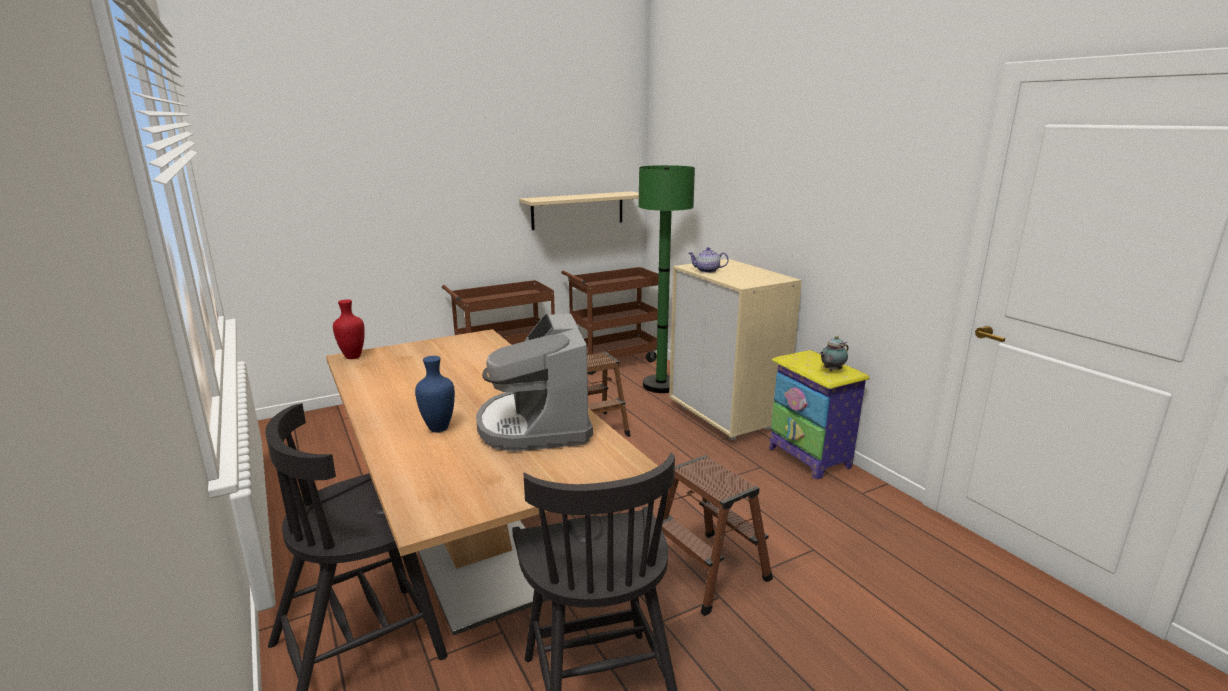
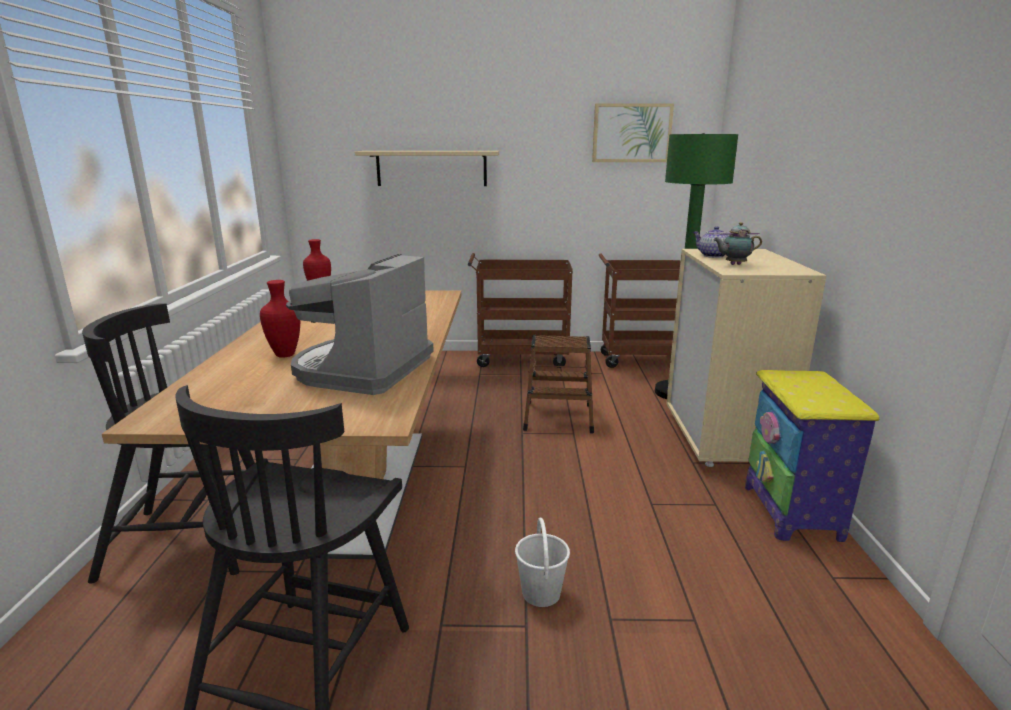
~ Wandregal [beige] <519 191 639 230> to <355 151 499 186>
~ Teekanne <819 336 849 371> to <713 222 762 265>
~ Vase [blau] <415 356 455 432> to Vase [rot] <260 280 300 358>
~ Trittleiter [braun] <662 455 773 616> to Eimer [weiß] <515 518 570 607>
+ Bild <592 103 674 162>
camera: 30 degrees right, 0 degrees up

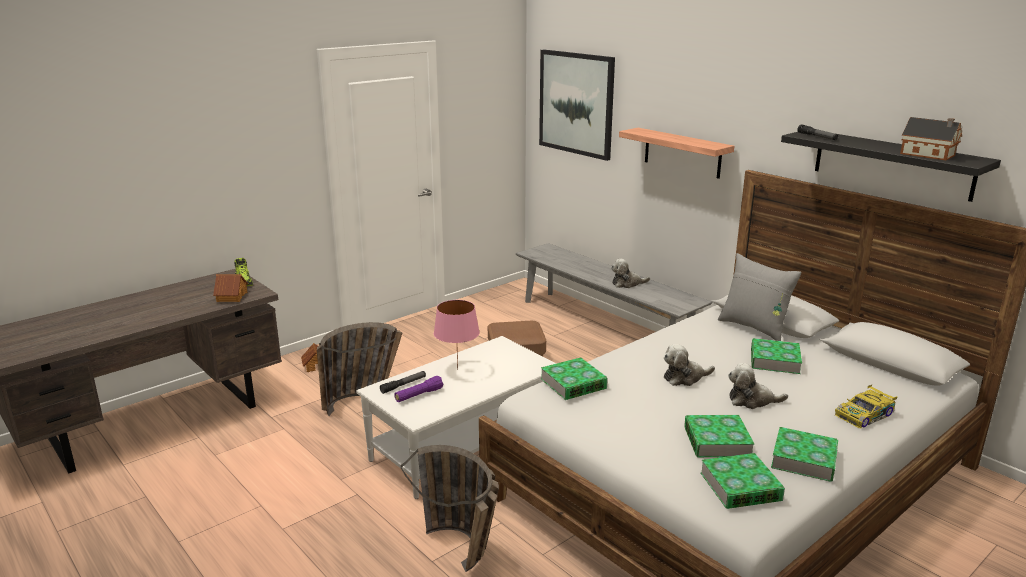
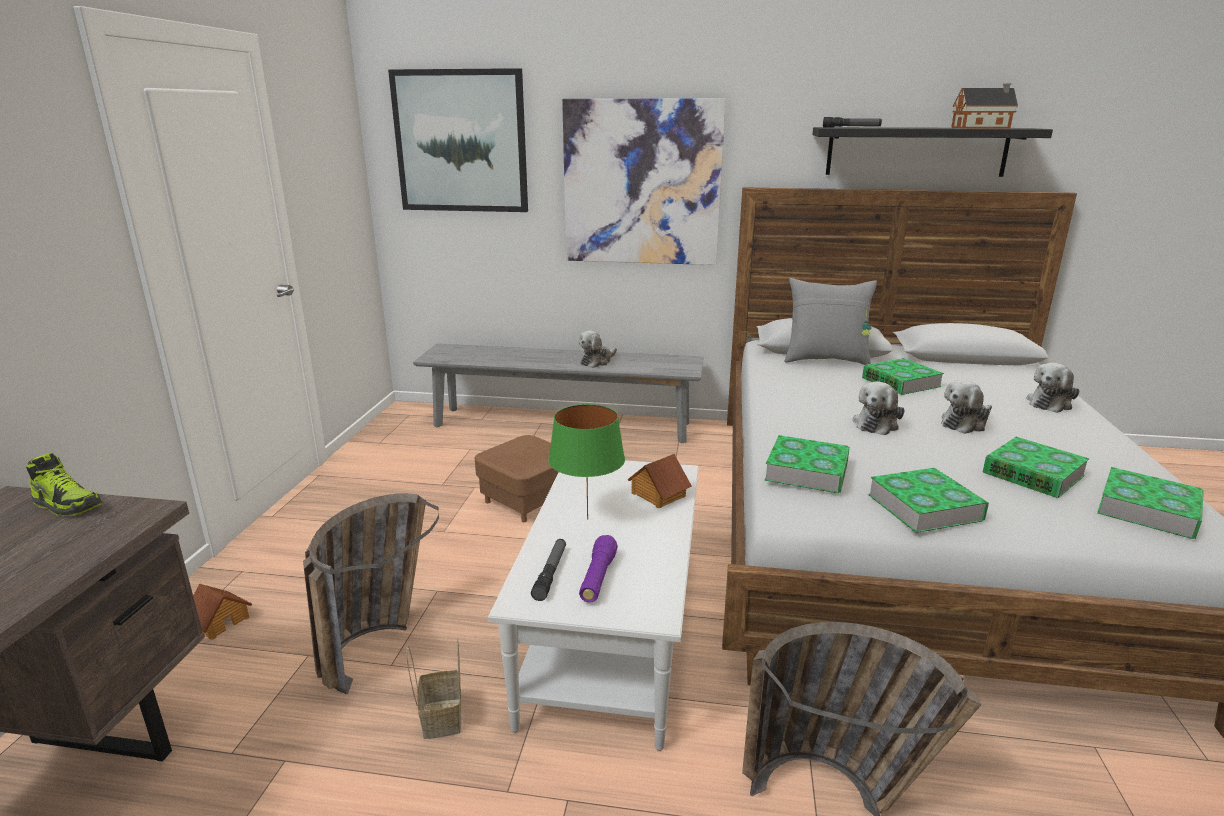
~ Wandregal <619 128 734 179> to Bild <562 98 726 265>
~ Spielzeughaus <213 274 248 302> to <628 454 692 508>
~ Tischlampe [rosa] <434 300 480 370> to Tischlampe [grün] <548 404 625 520>
~ Spielzeugauto <835 385 898 429> to Plüschtier <1026 363 1079 413>
~ Buch <771 427 838 482> to <868 468 989 533>
+ Korb <406 638 461 739>
camera: 40 degrees left, 0 degrees up

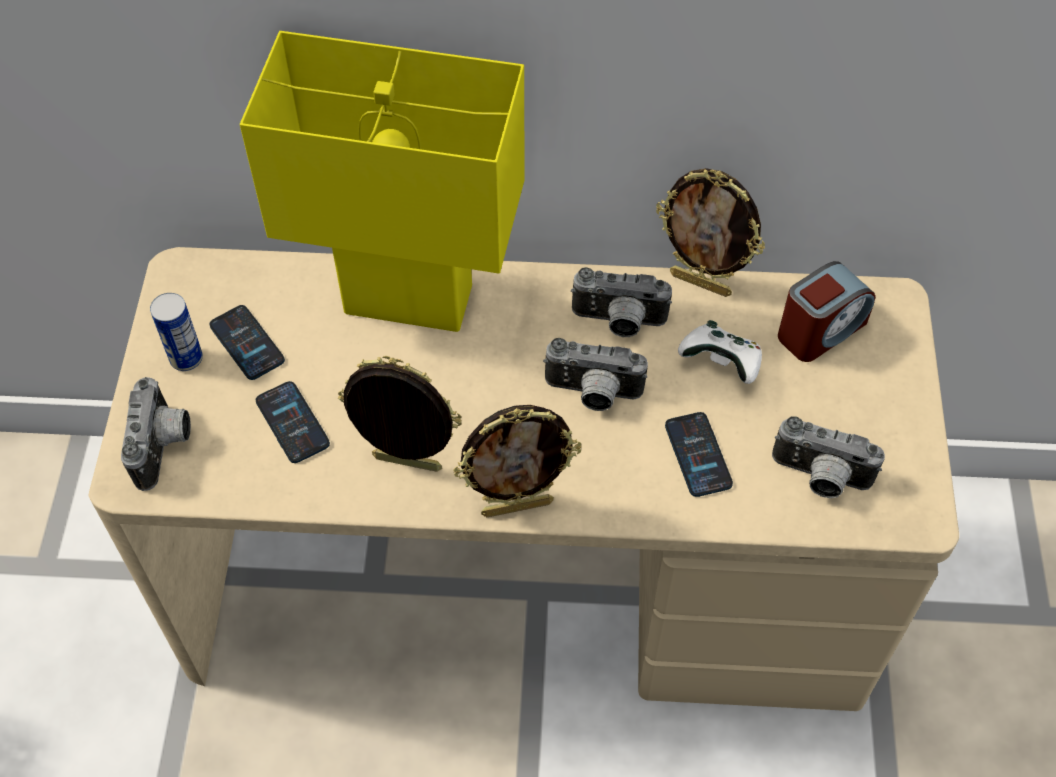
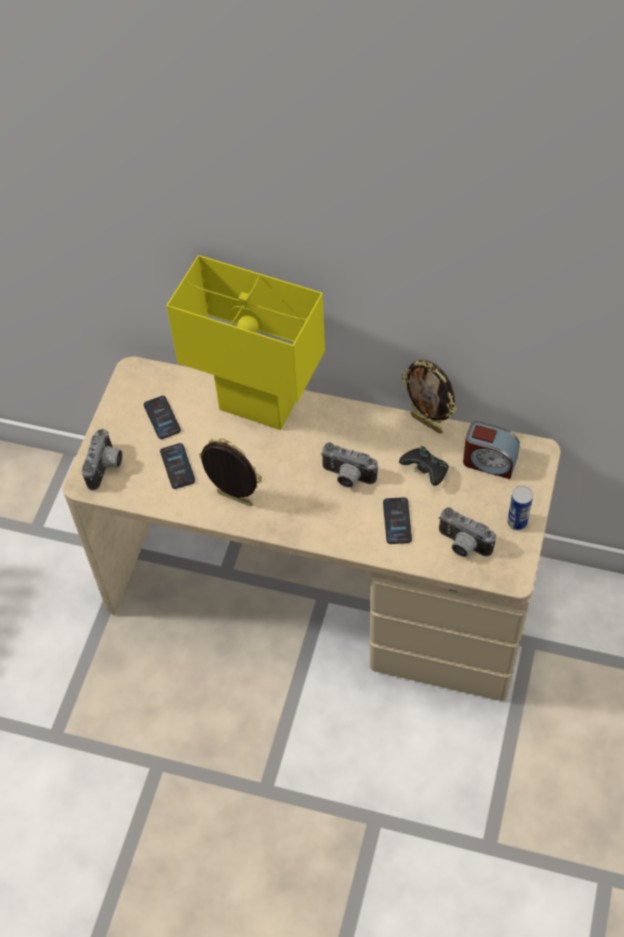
~ Wecker <778 261 875 362> = <463 421 520 479> 45 degrees clockwise
- Kamera <571 267 672 337>
~ Dose <150 293 203 371> to <507 486 533 530>
~ Gamepad [weiß] <678 320 762 384> to Gamepad [schwarz] <399 446 449 486>
- Bilderrahmen <453 405 581 517>
camera: 15 degrees right, 0 degrees up

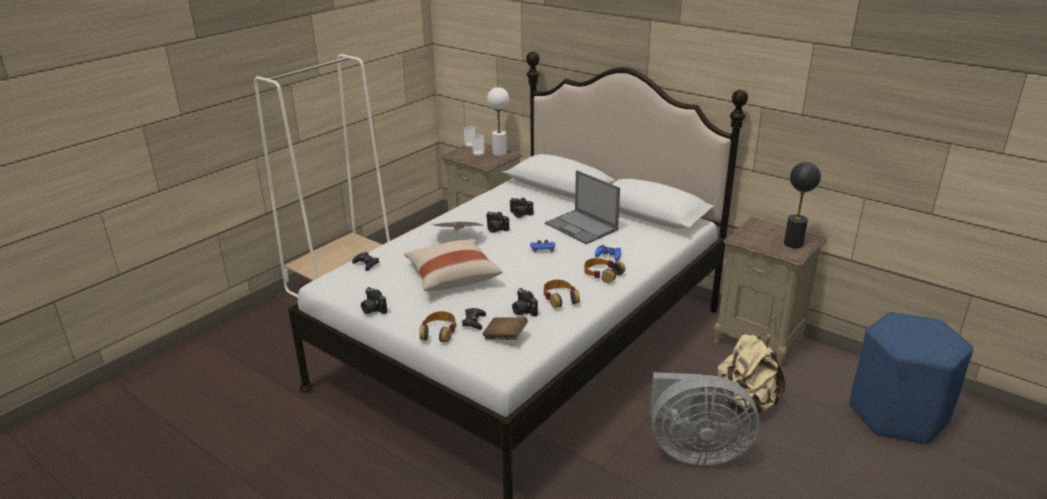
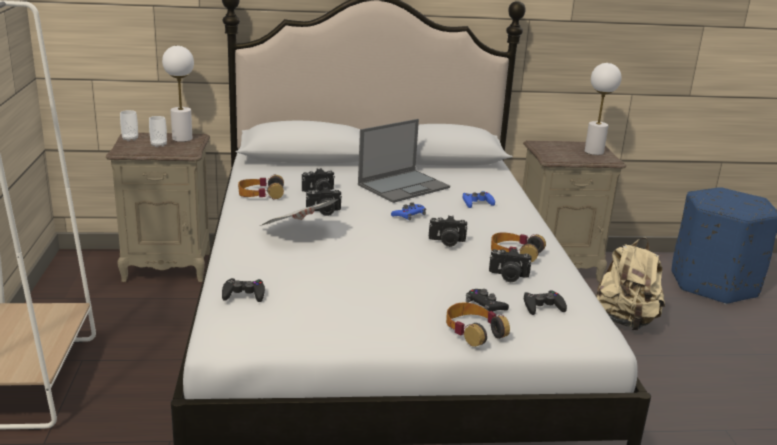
~ Tischlampe [schwarz] <784 162 821 248> to Tischlampe [weiß] <585 63 621 155>
~ Laptop <545 170 620 244> = <358 119 450 203> 45 degrees counterclockwise
- Kissen [beige] <404 239 502 291>
~ Kopfhörer <584 258 625 283> to <238 175 284 200>
~ Kamera <361 287 387 314> to <429 215 468 247>
~ Buch [braun] <482 317 528 340> to Gamepad [schwarz] <524 290 567 315>
- Ventilator [grau] <650 372 759 466>
camera: 45 degrees left, 5 degrees down

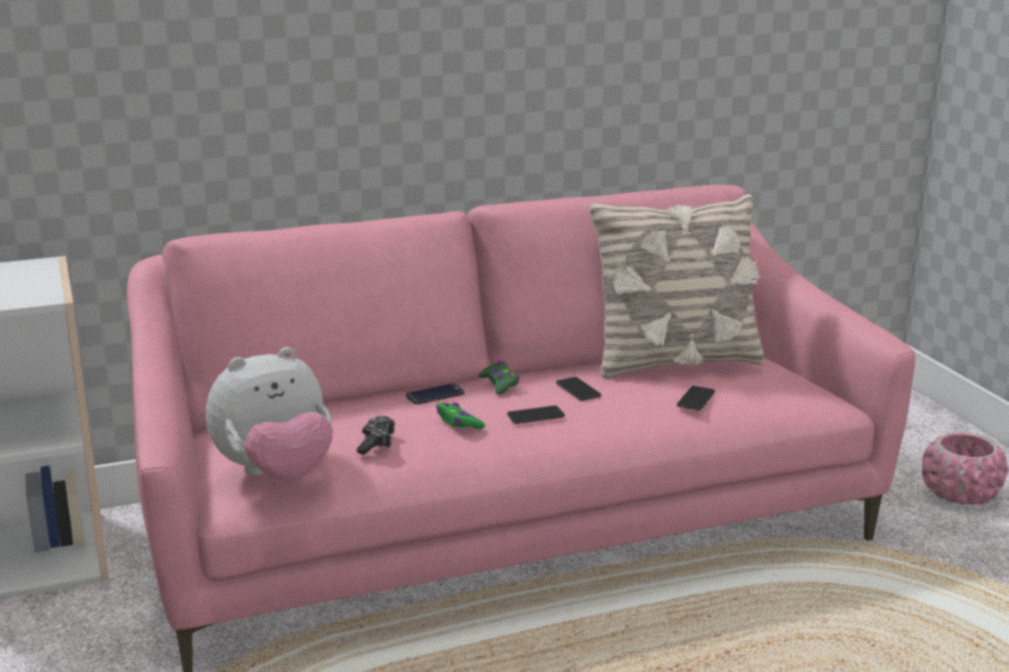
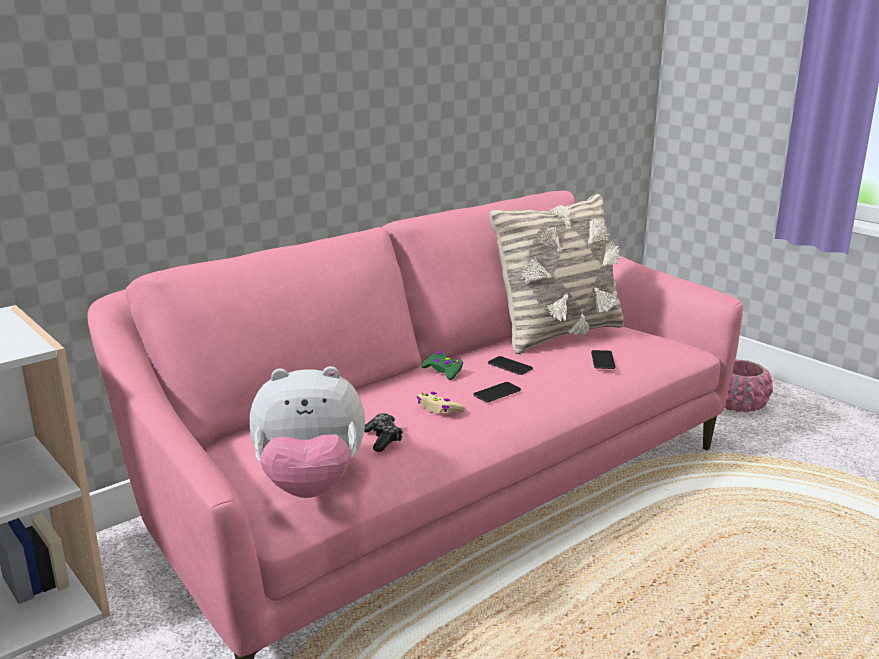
~ Plüschtier <206 347 333 482> = <250 366 365 498> 45 degrees clockwise
- Handy <406 383 464 404>
~ Gamepad [grün] <436 402 485 430> to Gamepad [beige] <416 392 466 413>
camera: 20 degrees left, 0 degrees up

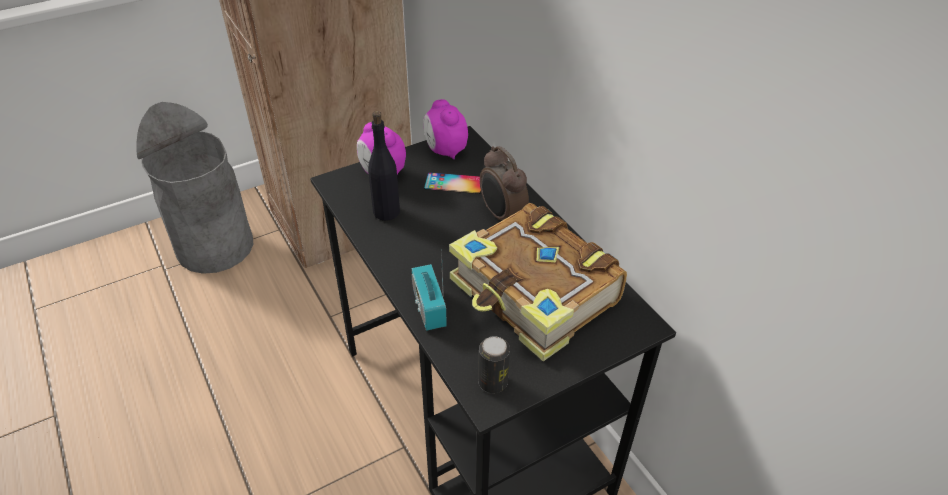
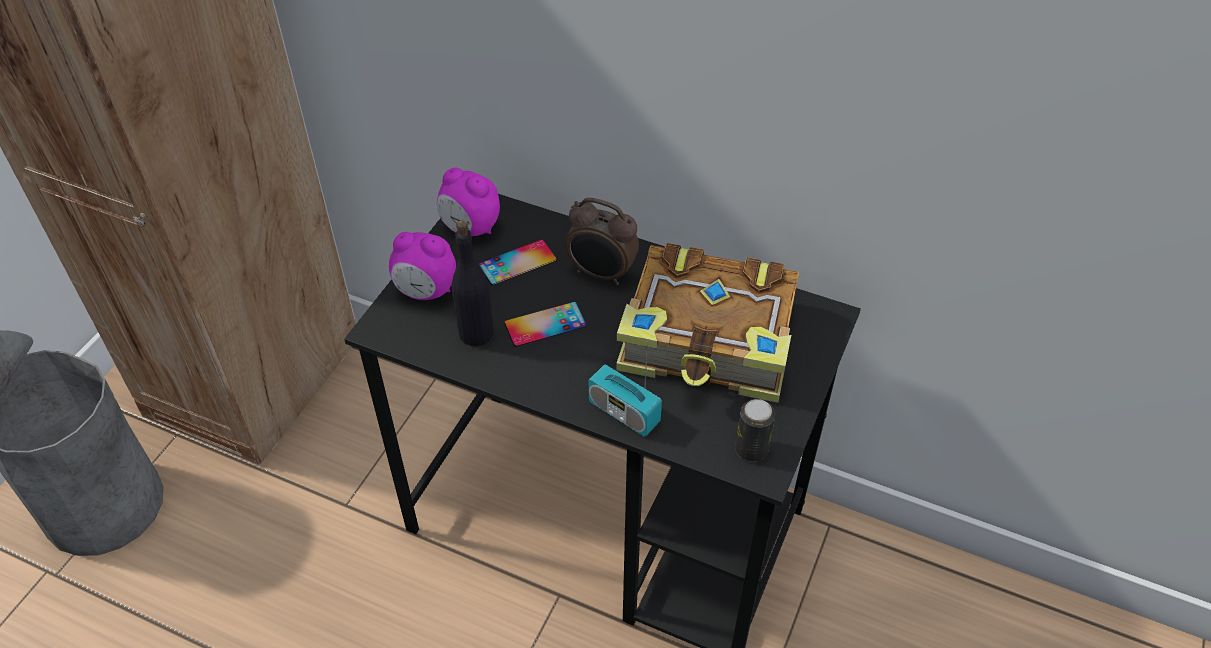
+ Handy <504 301 586 347>
camera: 35 degrees left, 5 degrees up

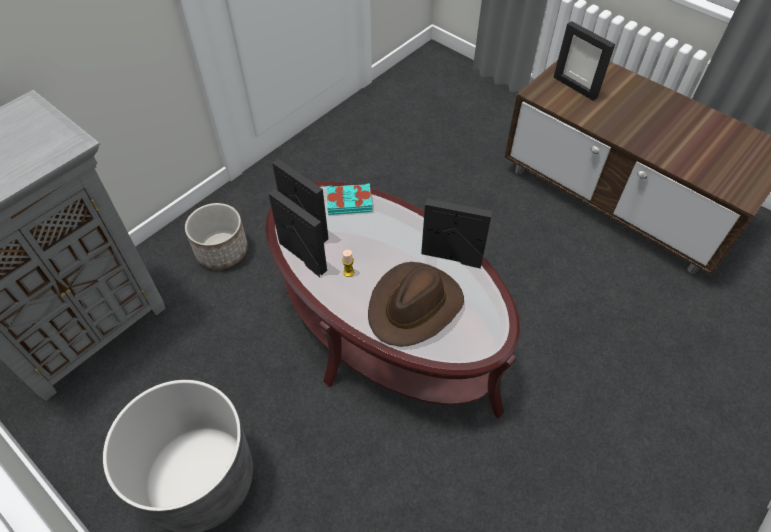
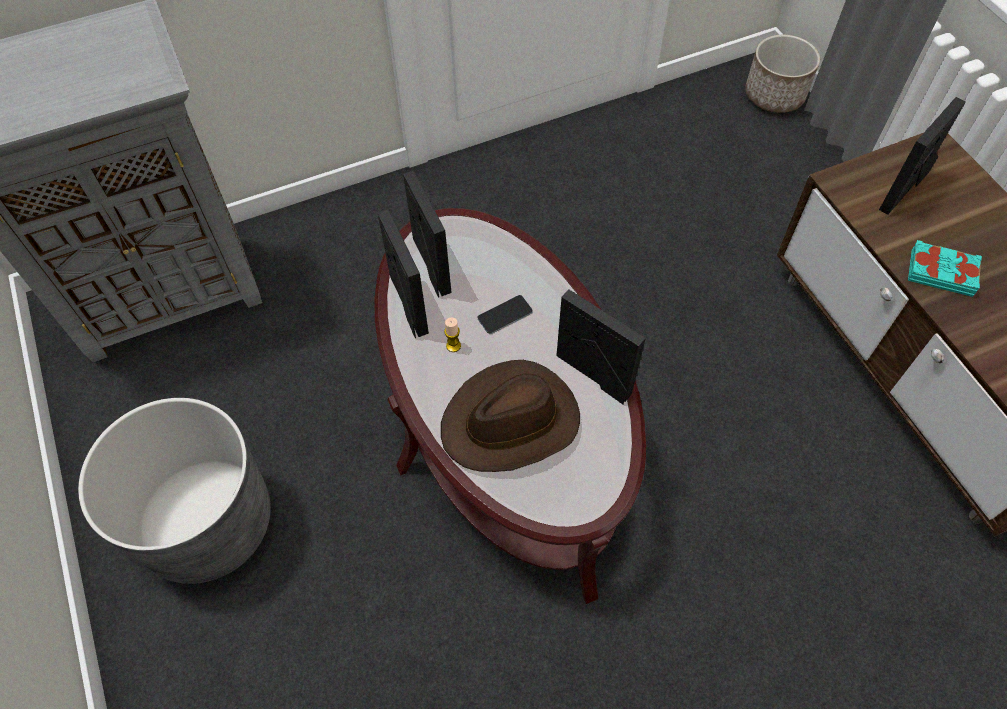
~ Bilderrahmen <553 21 615 101> = <879 97 966 215> 60 degrees clockwise
~ Buch [türkis] <326 183 372 215> to <908 240 982 297>
~ Pflanzkübel <185 203 248 270> to <745 35 820 113>
+ Handy <478 295 533 334>
camera: 25 degrees right, 5 degrees up

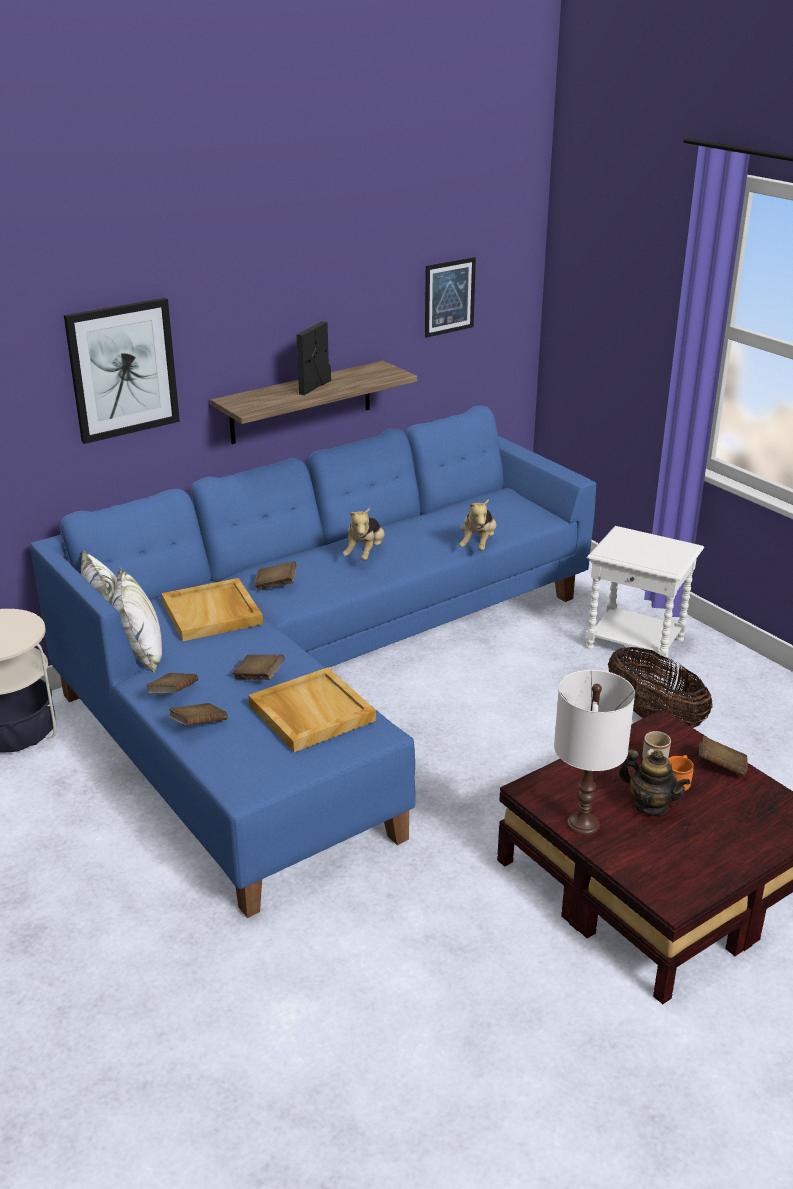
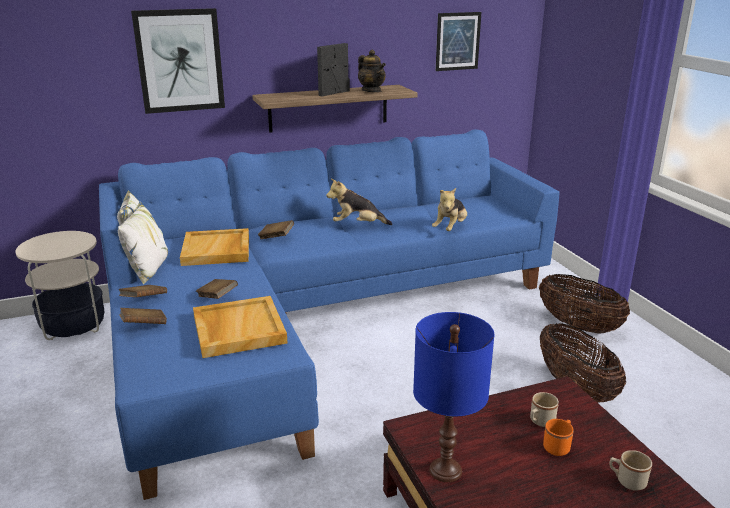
~ Plüschtier <343 508 385 560> = <326 179 392 225> 60 degrees clockwise
~ Beistelltisch [weiß] <586 526 704 669> to Korb <539 274 630 333>
~ Tischlampe [weiß] <554 670 635 835> to Tischlampe [blau] <413 312 495 482>
- Buch [braun] <699 736 747 777>
~ Teekanne <619 749 690 816> to <358 50 386 92>
+ Henkelbecher [beige] <609 450 652 491>
camera: 15 degrees right, 5 degrees down

